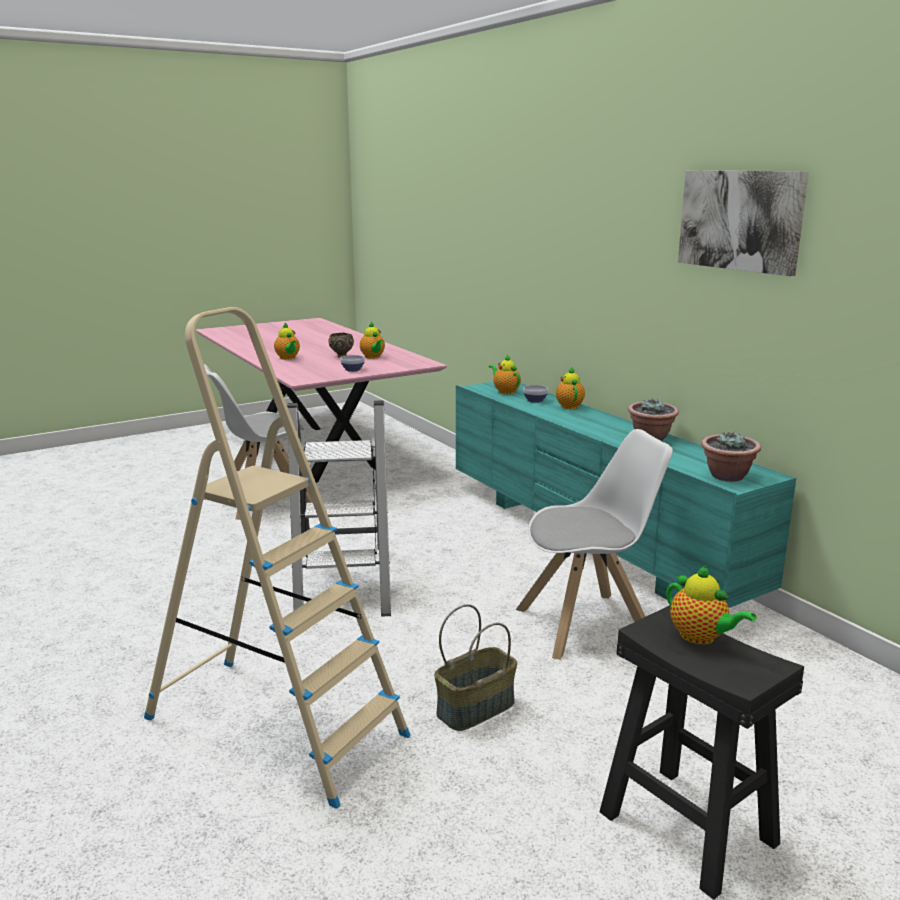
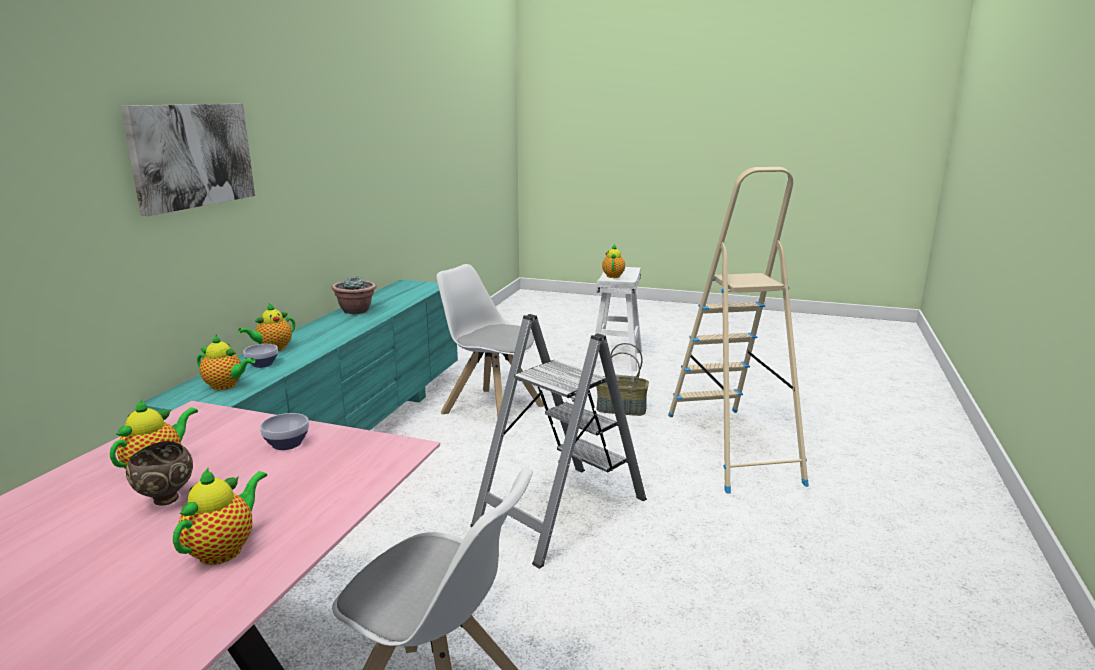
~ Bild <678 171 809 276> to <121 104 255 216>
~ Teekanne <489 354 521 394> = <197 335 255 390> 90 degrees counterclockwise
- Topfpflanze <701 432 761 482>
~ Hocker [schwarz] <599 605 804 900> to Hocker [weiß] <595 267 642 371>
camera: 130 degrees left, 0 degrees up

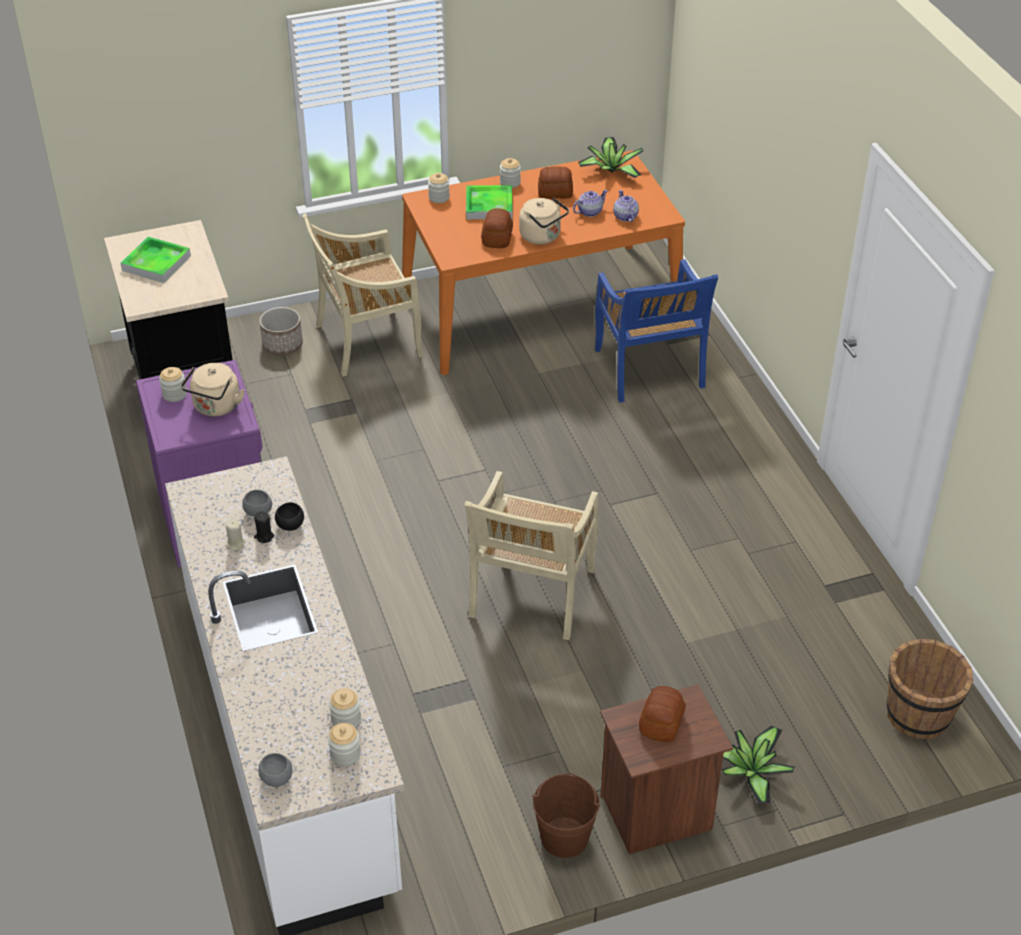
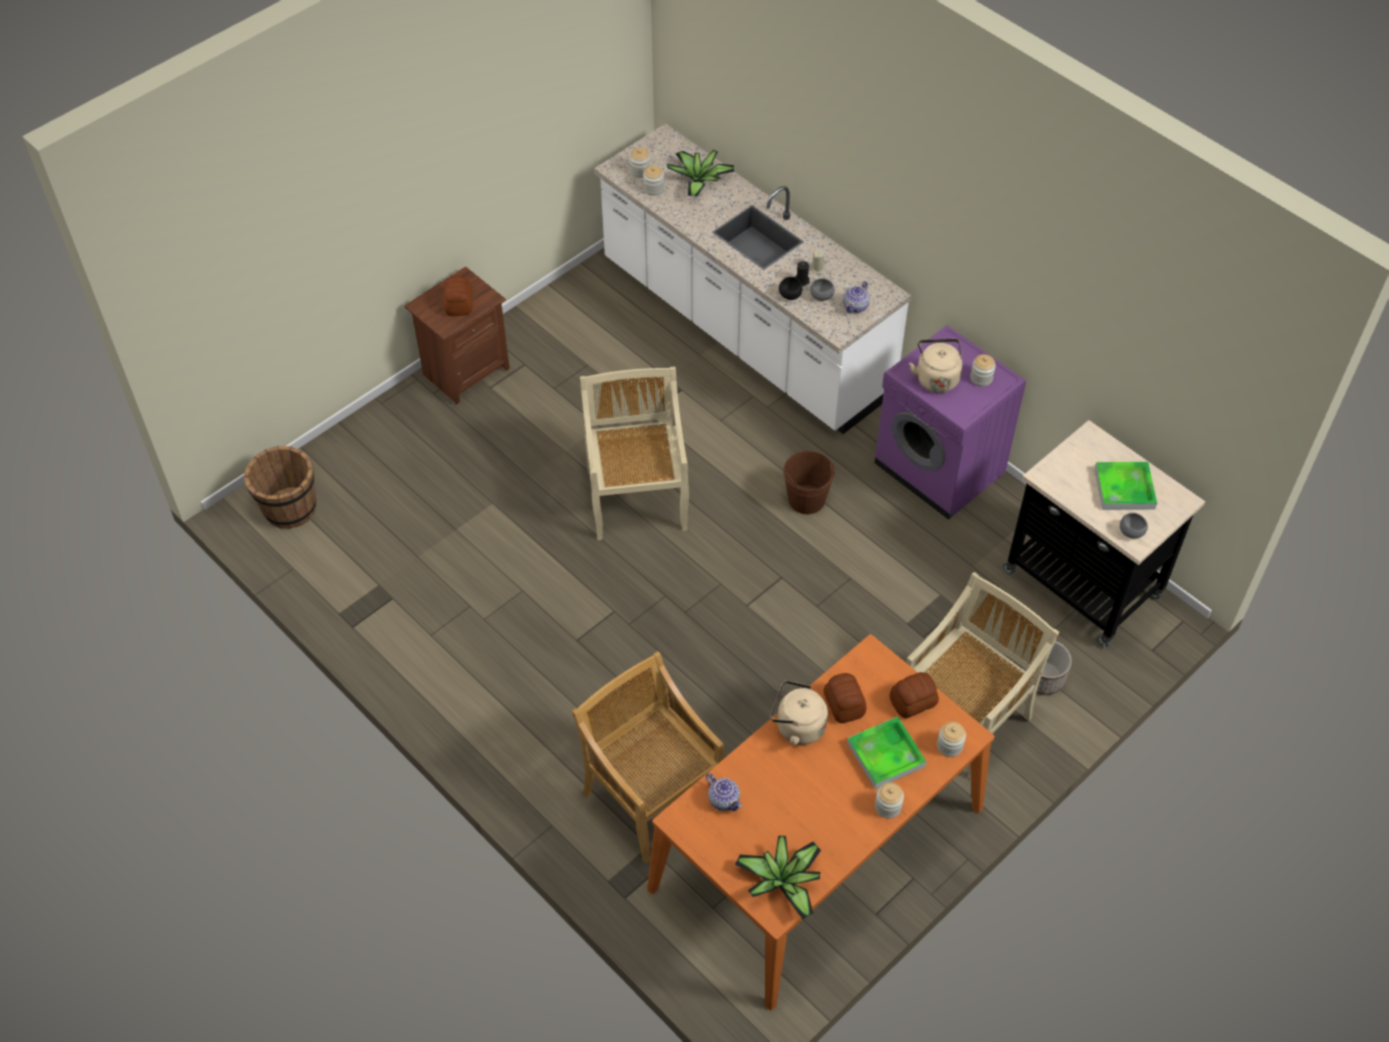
~ Brot <538 166 573 199> to <890 672 939 719>
~ Teekanne <573 190 608 217> to <843 281 870 313>
~ Stuhl [blau] <595 259 718 403> to Stuhl [beige] <572 651 724 863>
~ Topfpflanze <721 725 795 804> to <667 150 734 196>
~ Schüssel [grau] <258 753 293 787> to <1120 513 1148 539>
~ Eimer [braun] <532 773 600 858> to <783 451 835 514>
camera: 155 degrees right, 10 degrees up

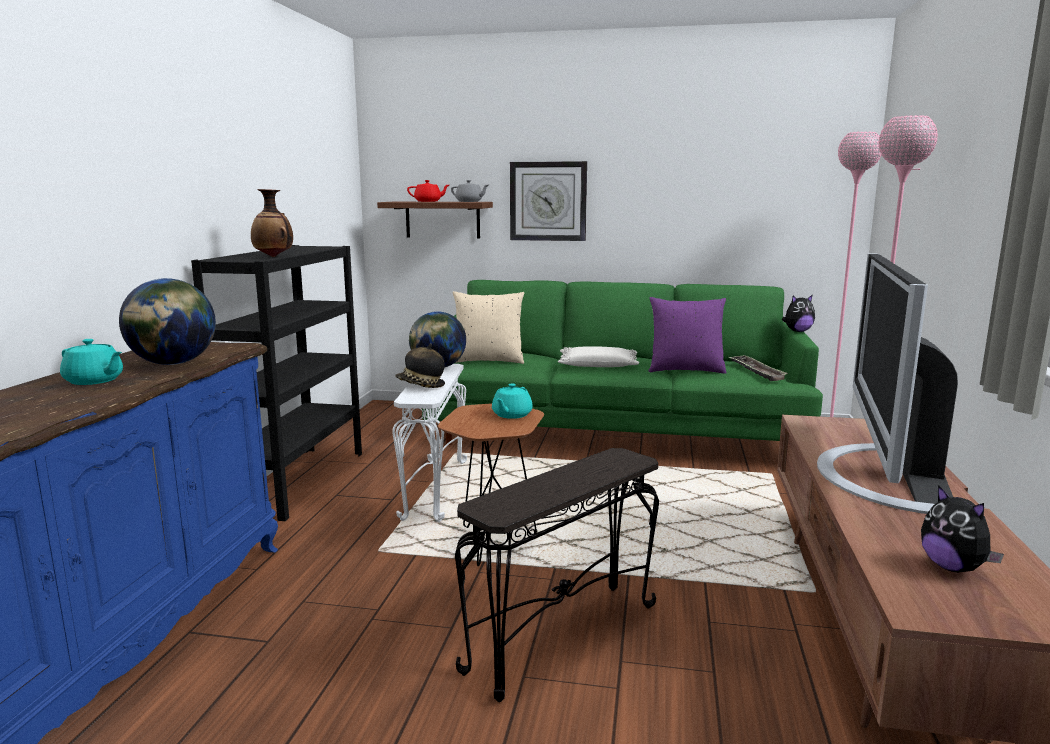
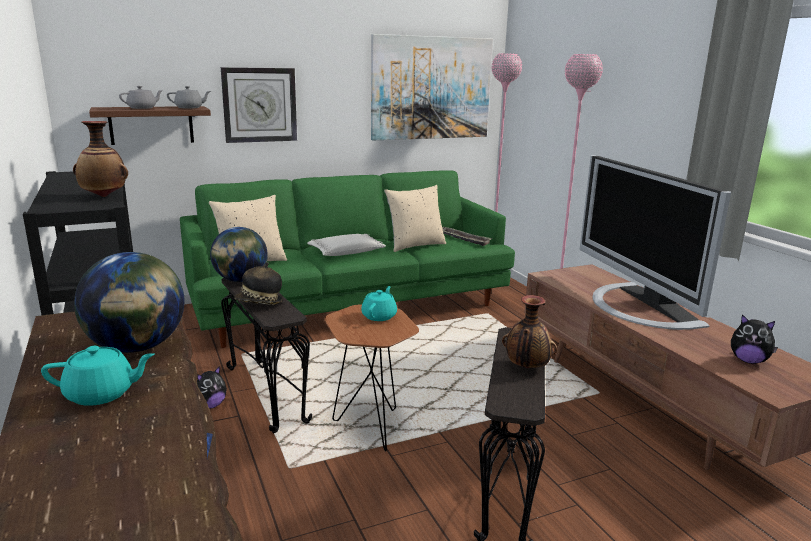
~ Teekanne [rot] <407 180 449 202> to Teekanne [grau] <119 86 163 109>
~ Plüschtier <782 295 815 332> to <197 366 227 409>
~ Kissen [lila] <649 297 727 374> to Kissen [beige] <384 185 446 252>
~ Beistelltisch [weiß] <392 364 467 522> to Beistelltisch [schwarz] <221 278 312 433>
~ Teekanne [türkis] <492 383 533 419> = <361 286 397 321> 150 degrees counterclockwise
+ Bild <371 34 493 140>
+ Vase <502 295 557 368>
camera: 35 degrees left, 5 degrees up

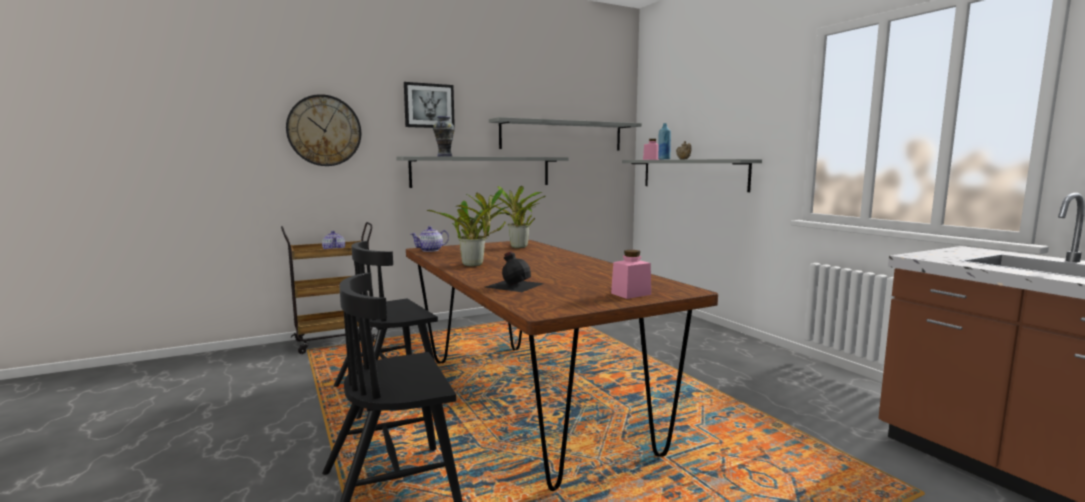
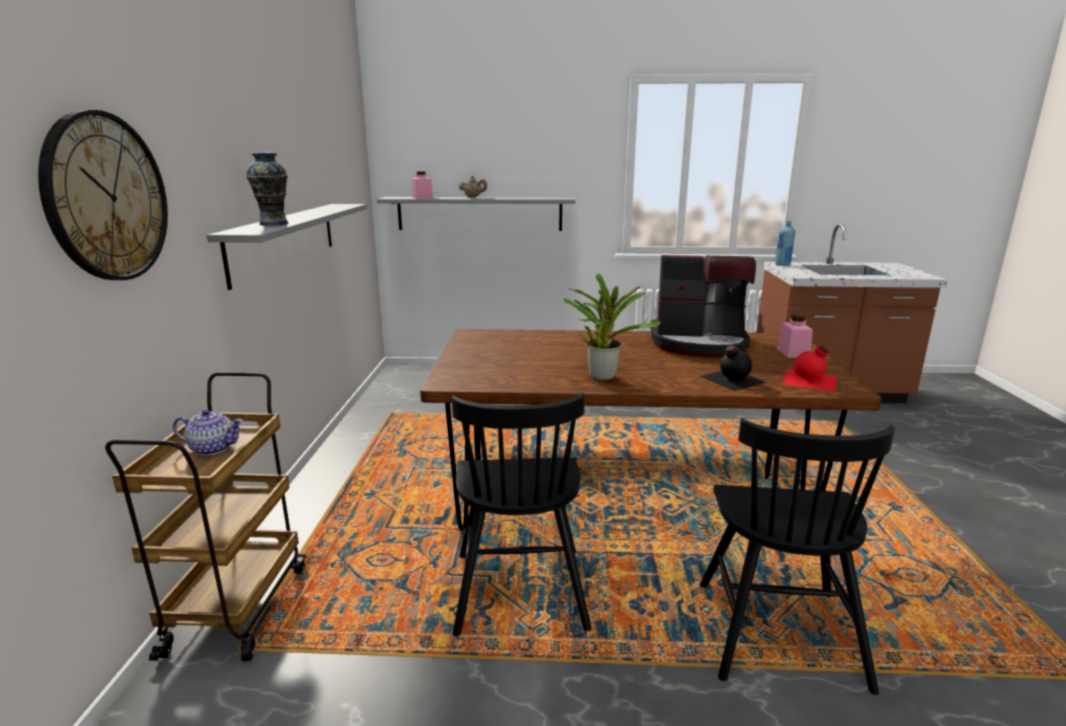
- Bild <404 82 455 128>
- Wandregal [grau] <489 117 642 151>
~ Flasche [blau] <658 123 671 160> to <775 221 795 266>
- Topfpflanze <493 186 546 248>
- Teekanne <411 226 449 252>
+ Kaffeemaschine <651 255 756 358>
+ Flasche [rot] <783 346 837 392>
camera: 60 degrees left, 10 degrees up

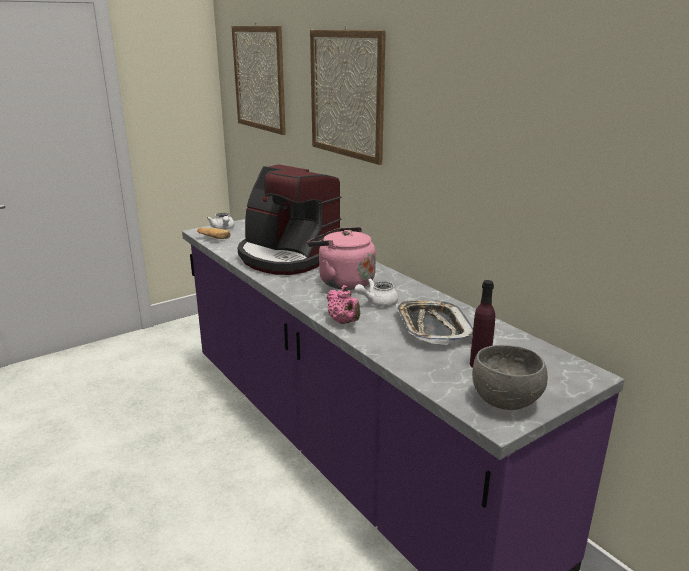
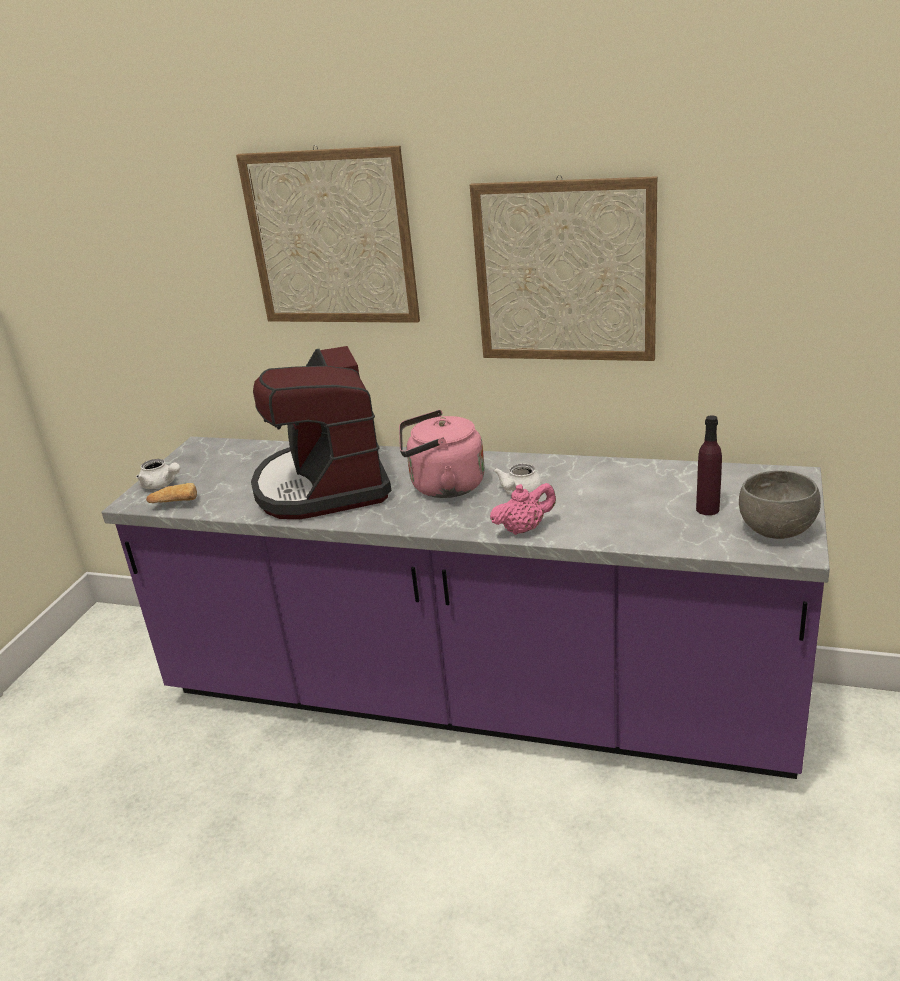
~ Bild <231 23 286 135> to <470 175 657 361>
~ Kaffeemaschine <237 164 342 275> = <251 346 391 519> 75 degrees clockwise
~ Teekanne [rosa] <327 285 360 324> = <490 483 556 535> 45 degrees counterclockwise
- Tablett <396 300 473 345>
camera: 35 degrees left, 5 degrees up

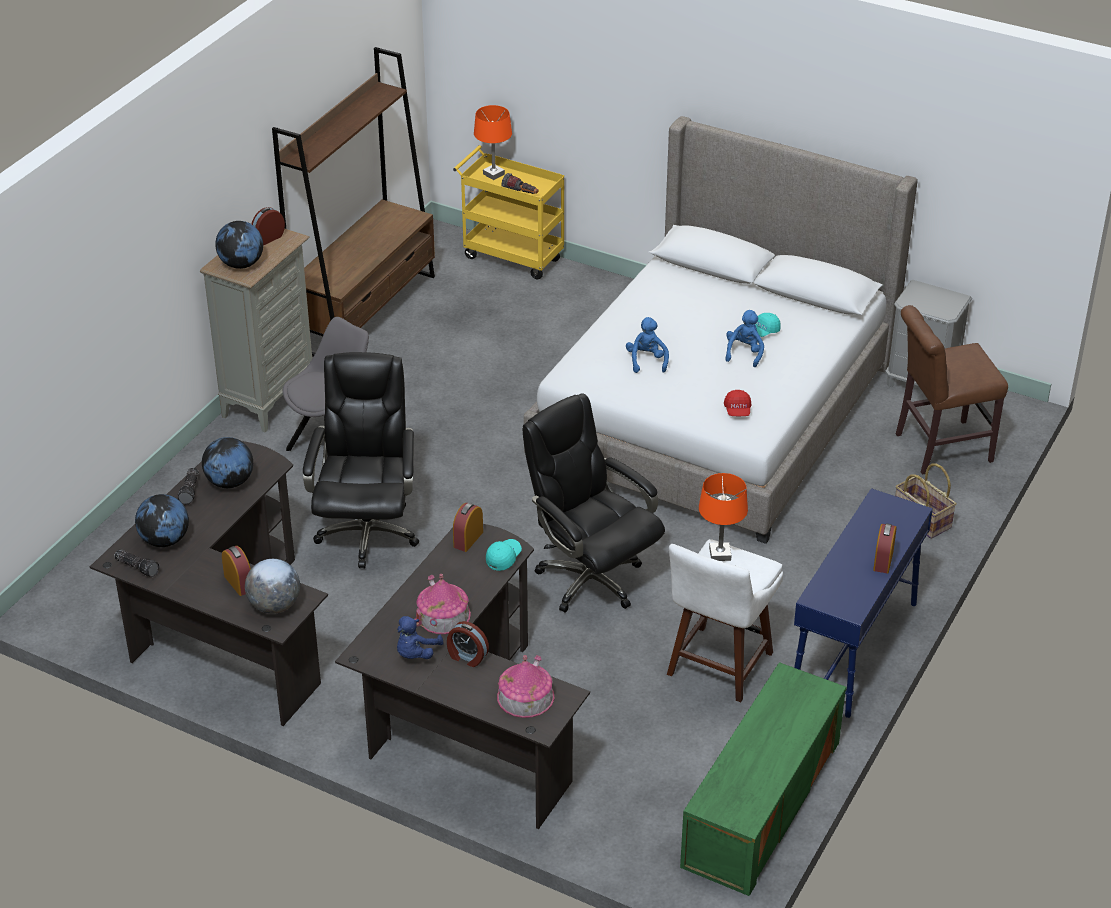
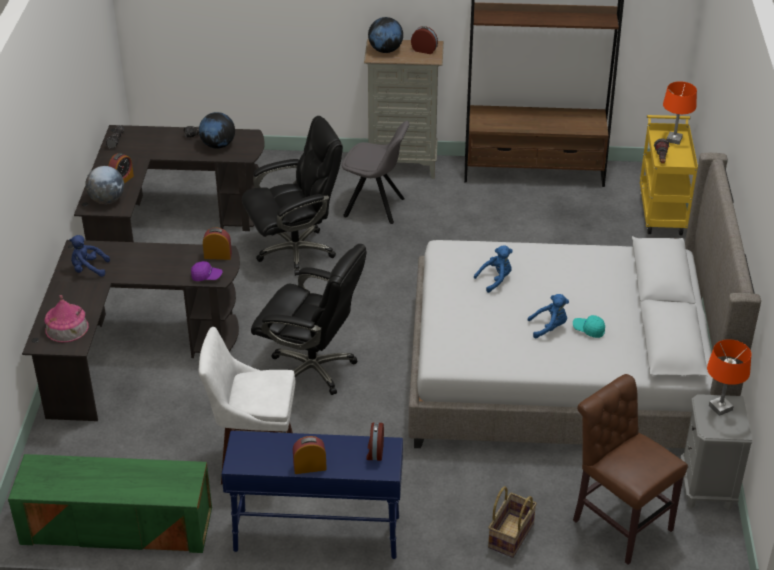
- Kappe [rot] <724 390 752 416>
~ Bürostuhl [schwarz] <523 393 665 613> = <251 244 367 395> 90 degrees clockwise
~ Tischlampe [orange] <699 473 748 561> to <707 339 751 416>
- Globus <135 494 189 547>
~ Kappe [türkis] <486 539 522 571> to Kappe [lila] <191 261 223 281>
- Spielzeughaus <414 574 471 634>
~ Wecker <447 621 489 667> to <366 422 384 461>
camera: 65 degrees right, 0 degrees up

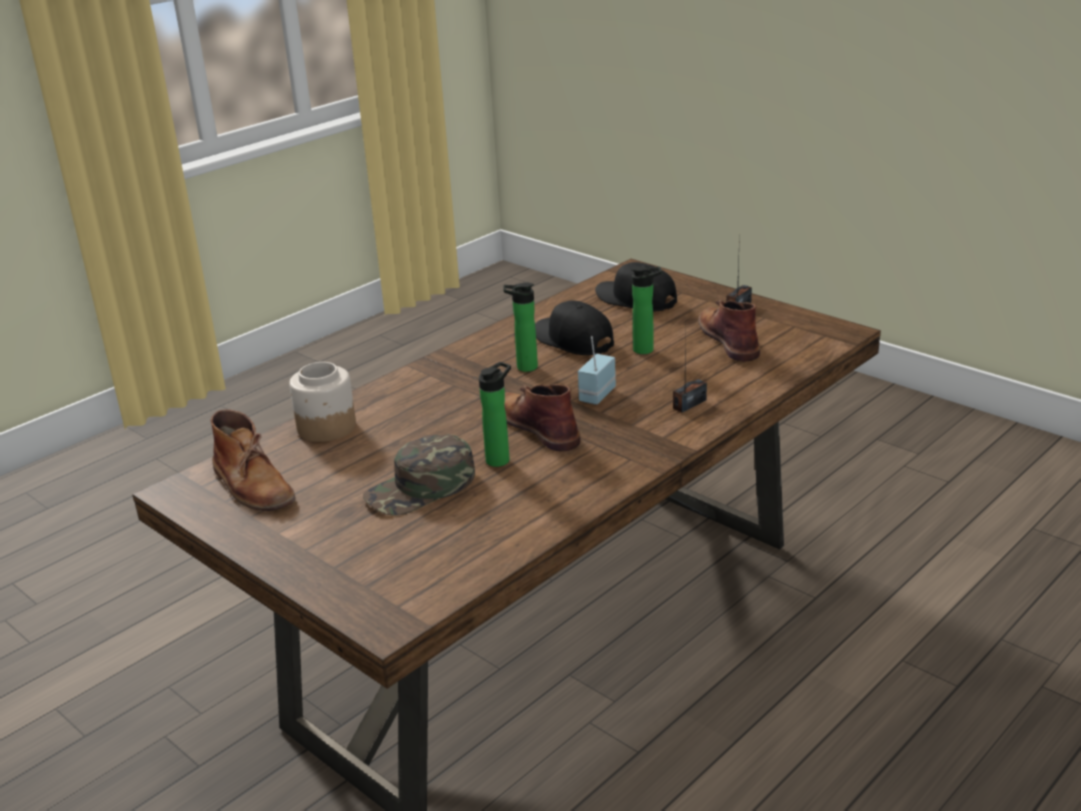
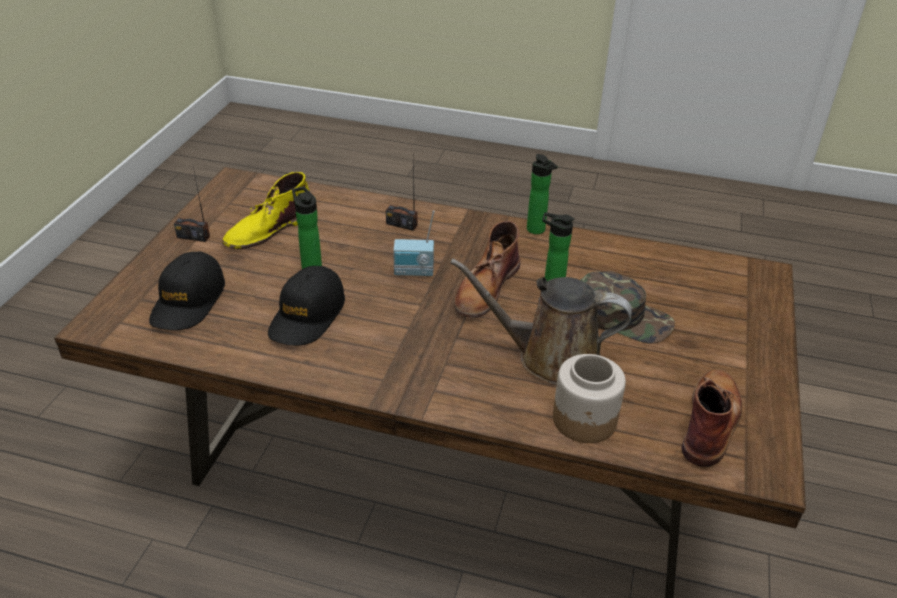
~ Flasche <503 282 538 372> to <527 154 558 234>
~ Stiefel [braun] <699 300 760 362> to Stiefel [gelb] <222 172 310 249>
+ Gießkanne [braun] <450 258 632 385>
camera: 120 degrees left, 10 degrees up

